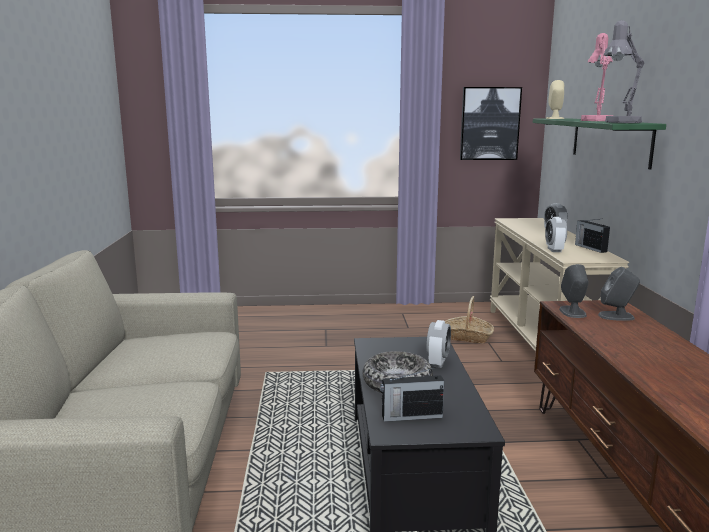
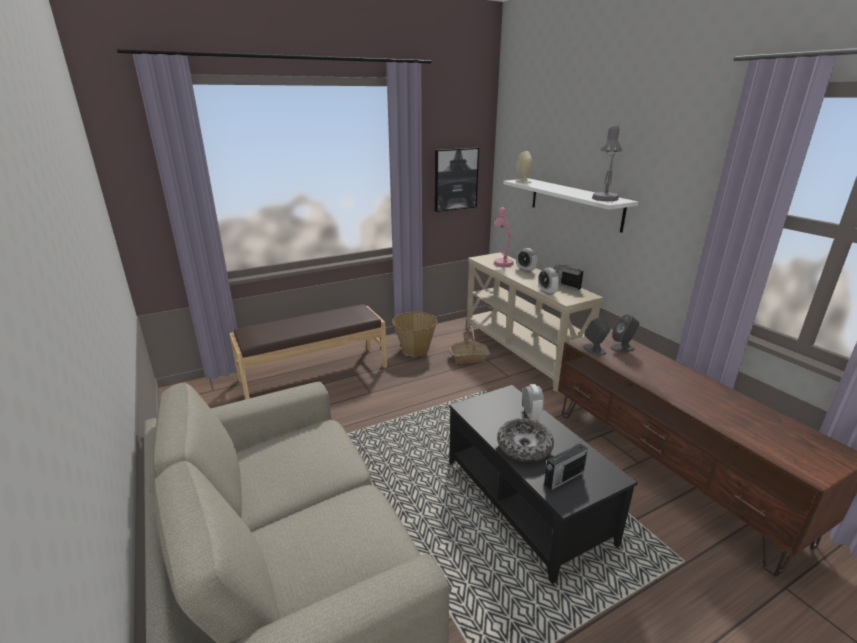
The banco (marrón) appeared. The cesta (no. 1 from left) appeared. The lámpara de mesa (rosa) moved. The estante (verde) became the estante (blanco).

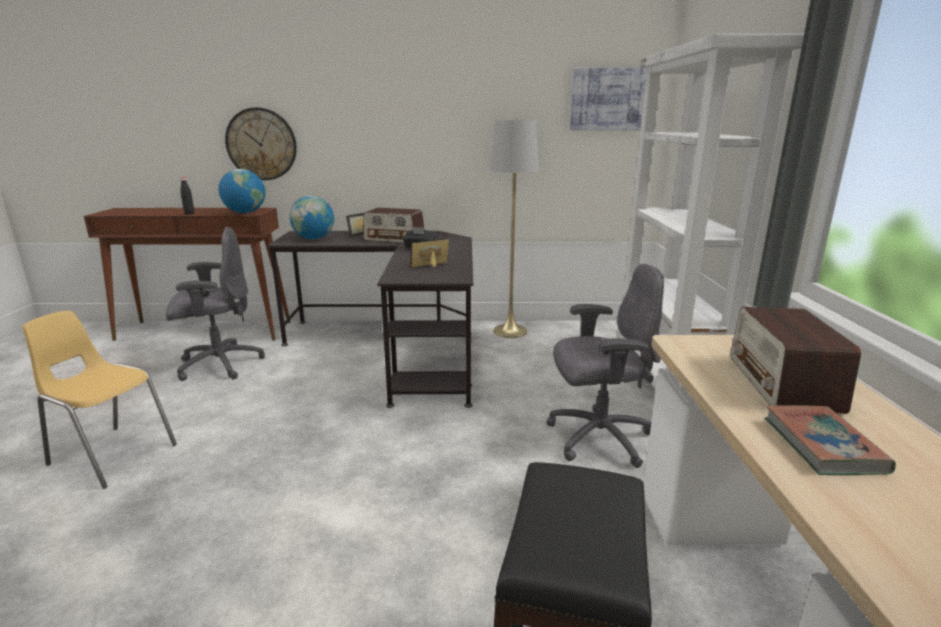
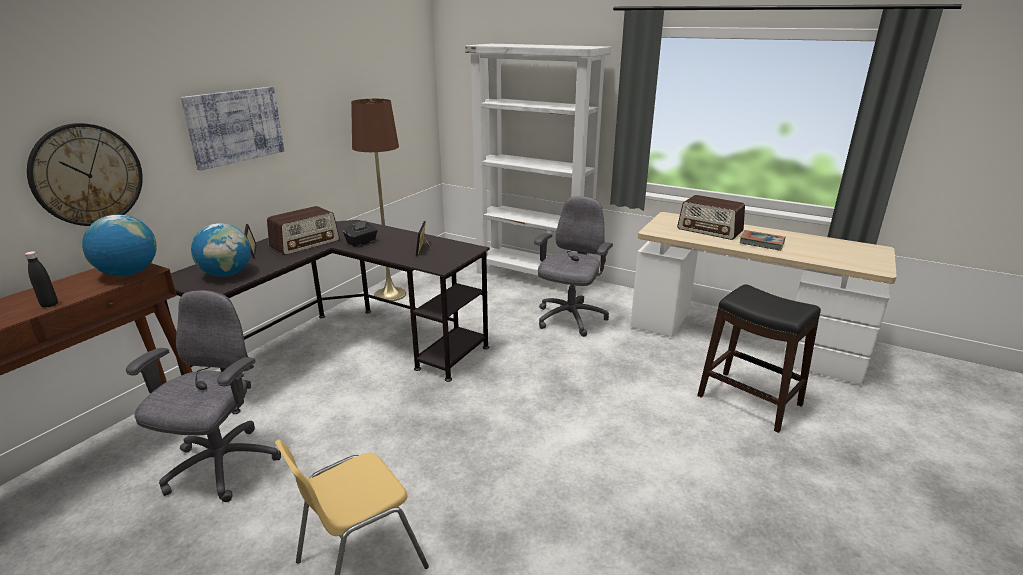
The cuadro moved. The lámpara de pie (gris) became the lámpara de pie (marrón).

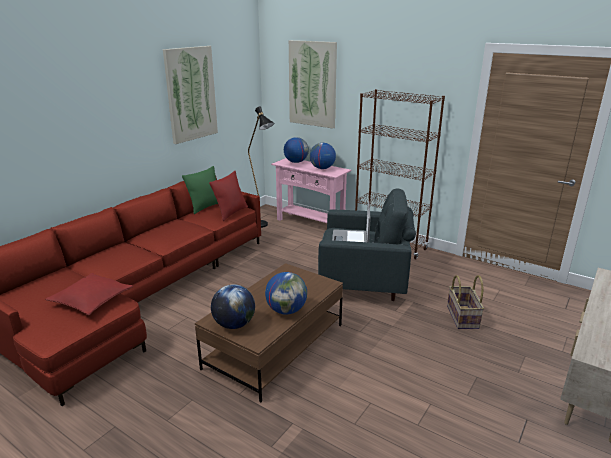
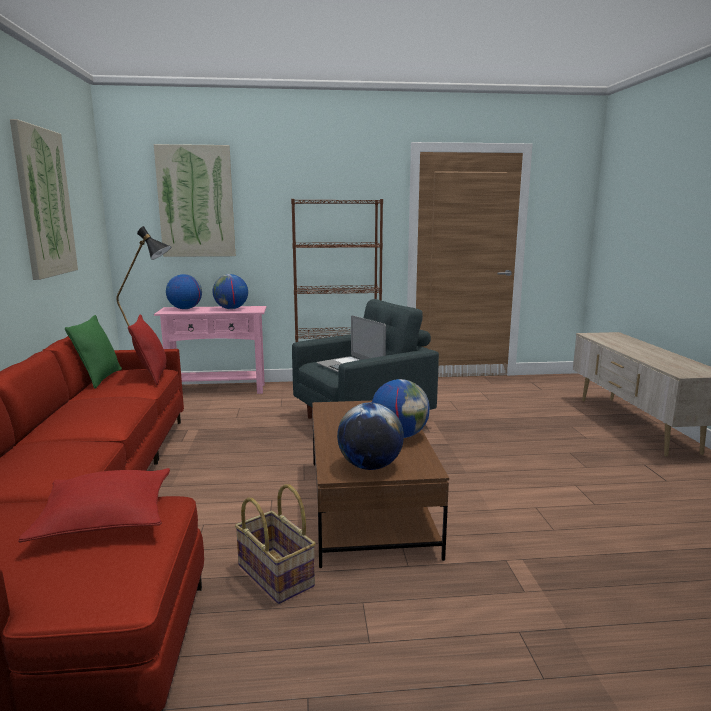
The cesta moved.

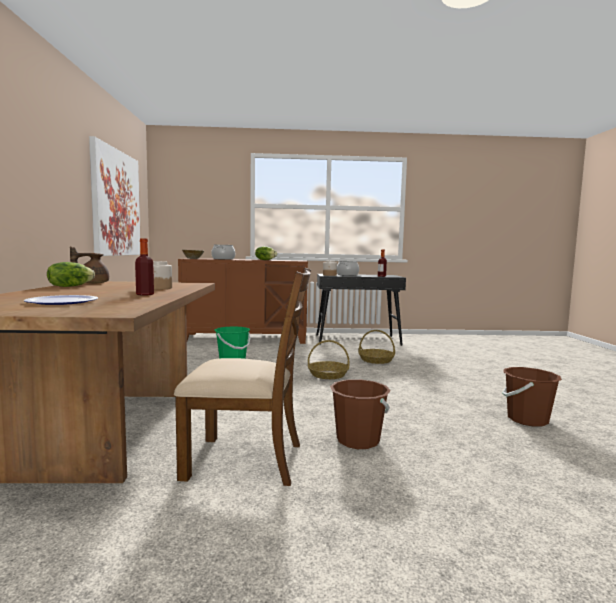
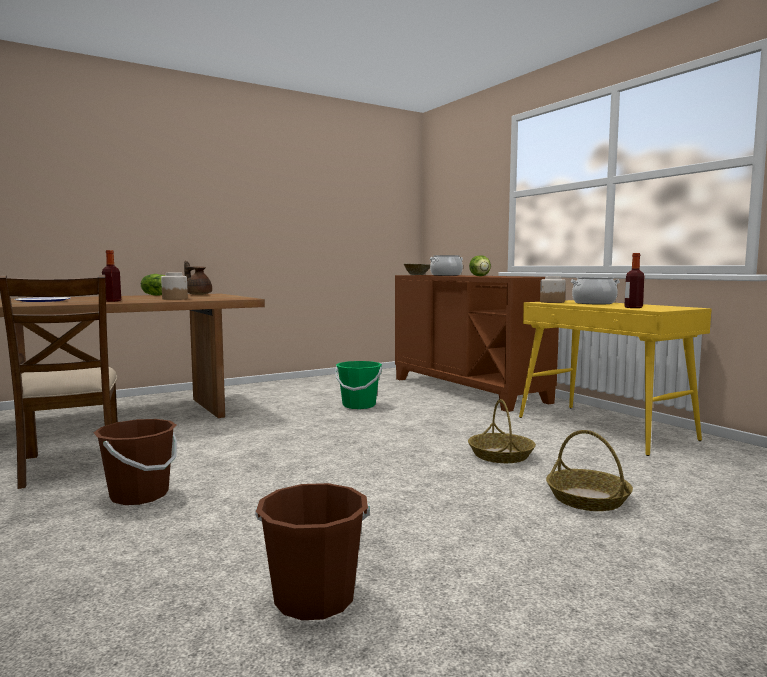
The cuadro disappeared. The cesta (no. 1 from left in the first image) moved. The mesa consola (negro) became the mesa consola (amarillo).

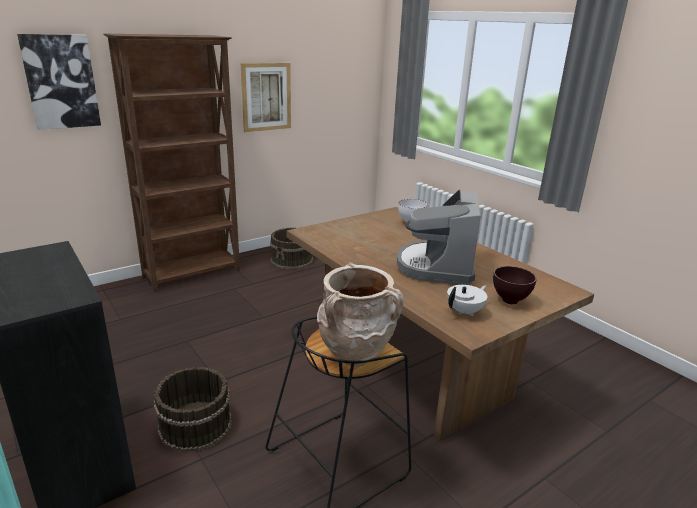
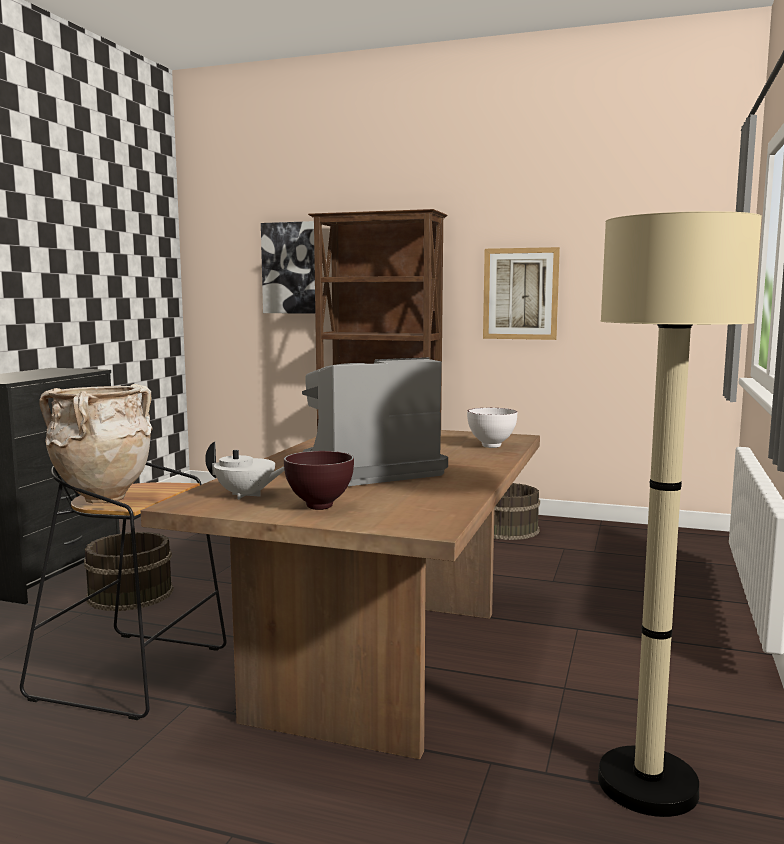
The lámpara de pie (beis) appeared.

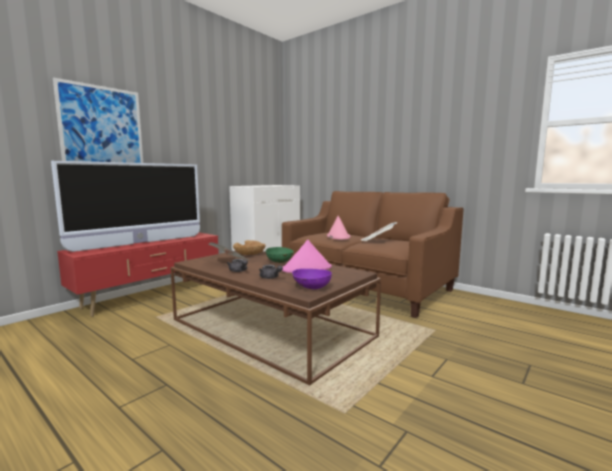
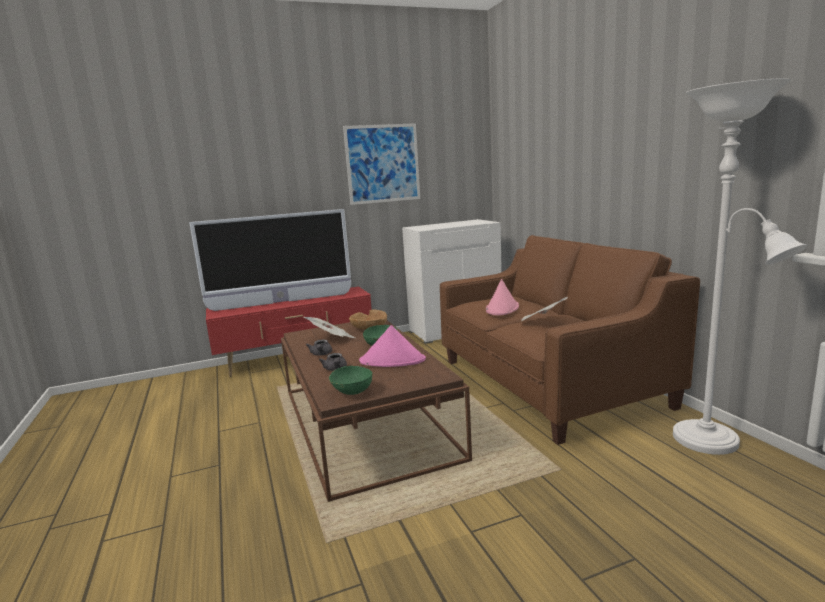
The lámpara de pie (blanco) appeared. The cuadro moved. The cuenco (morado) became the cuenco (verde) (no. 1 from left).

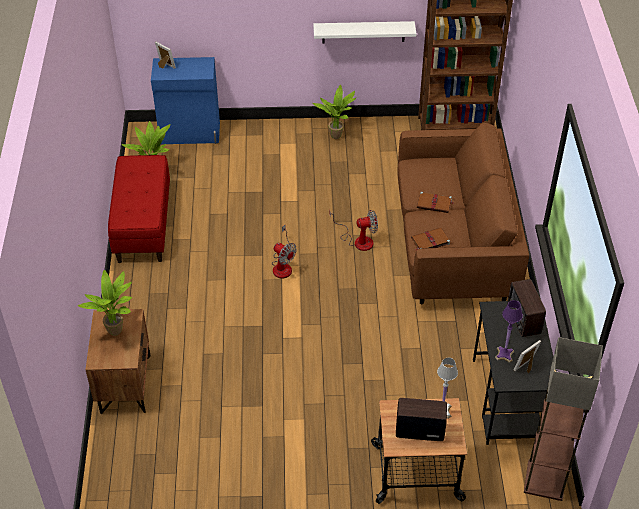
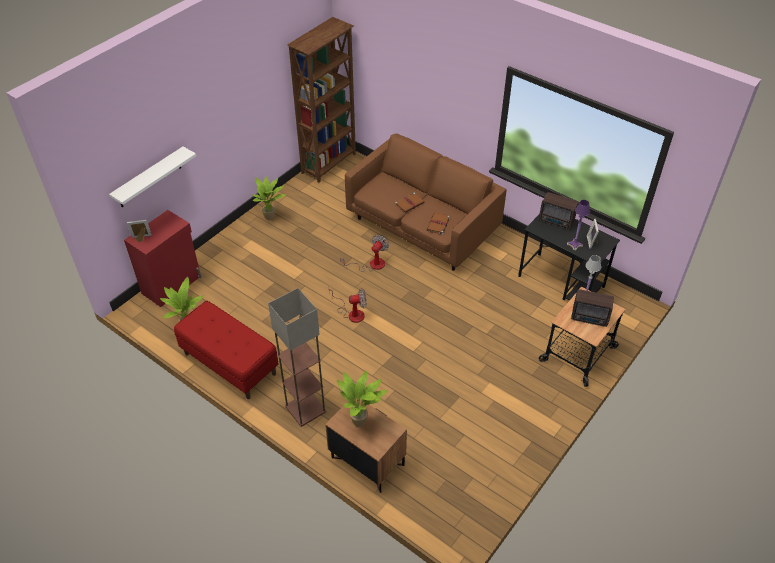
The estante (blanco) moved. The lámpara de pie moved. The armario (azul) became the armario (rojo). The radio (no. 1 from left in the first image) turned 120 degrees counterclockwise.

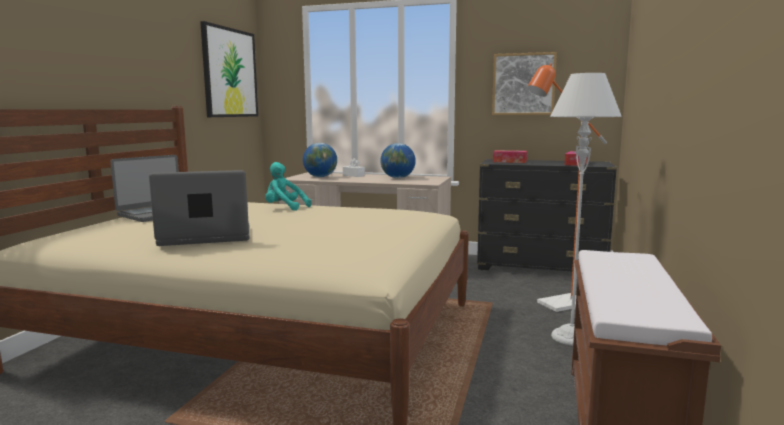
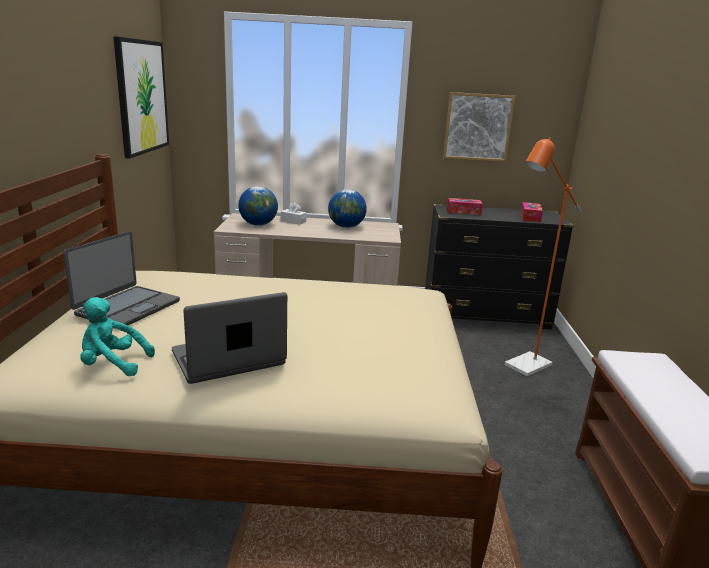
The lámpara de pie (gris) disappeared. The peluche (turquesa) moved.

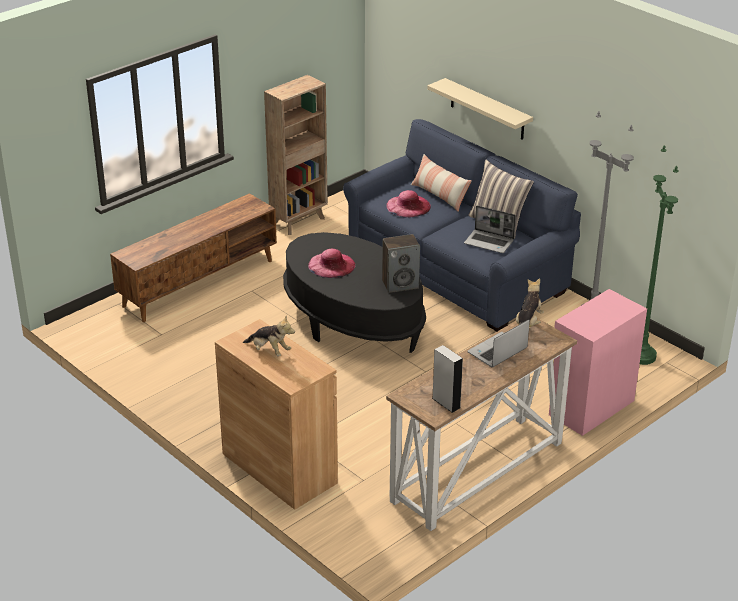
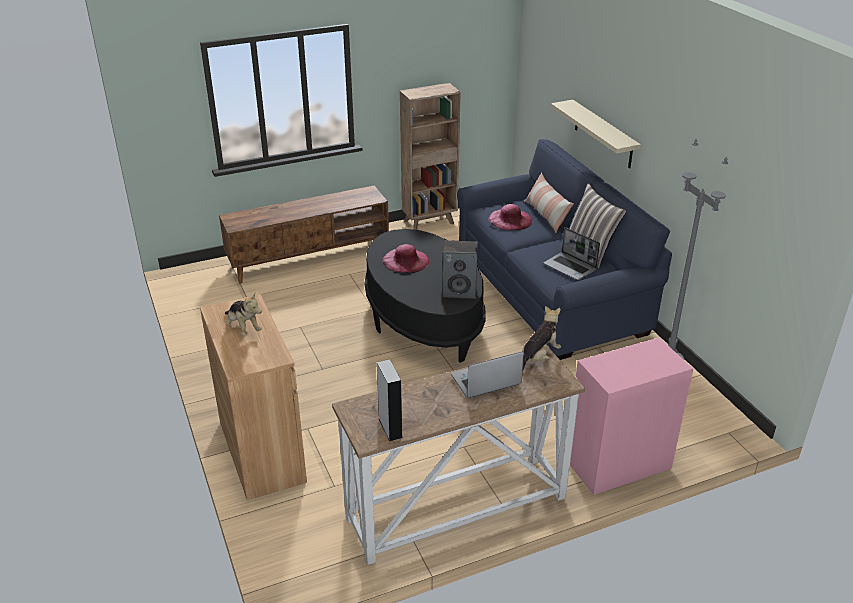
The lámpara de pie (verde) disappeared.

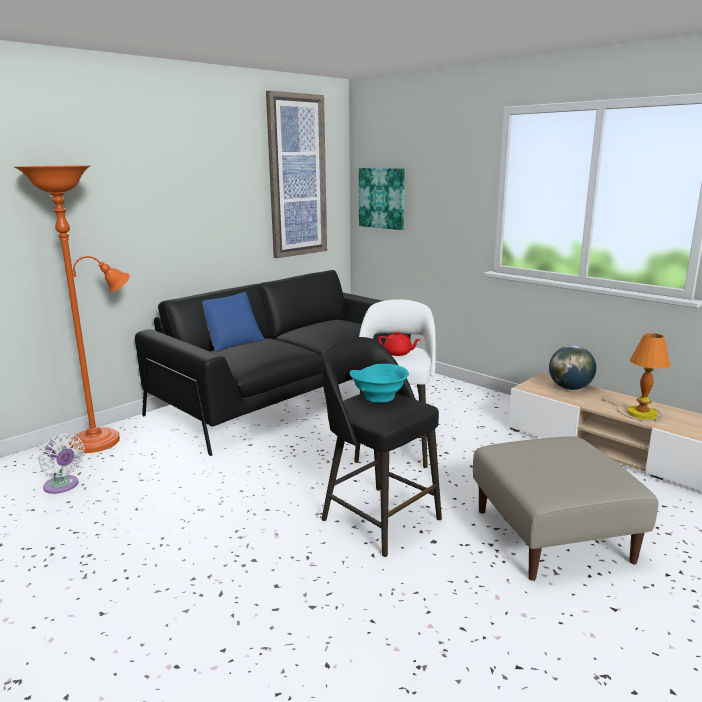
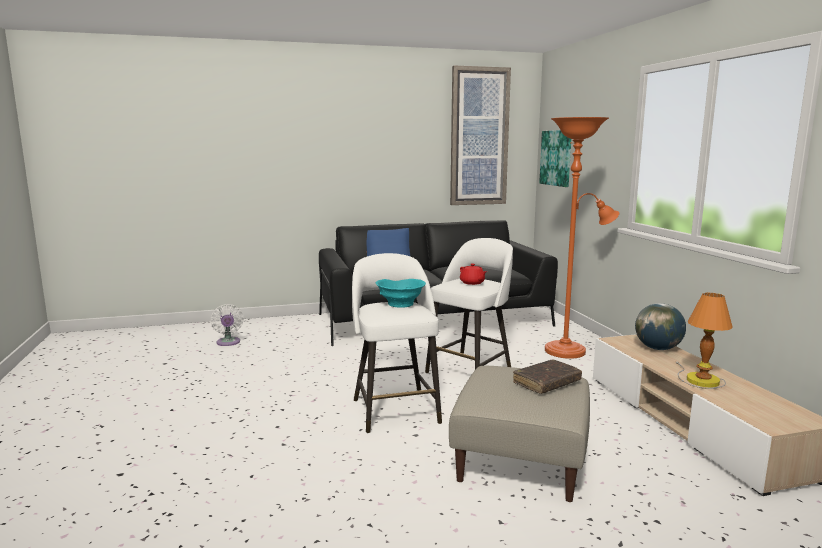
The libro (marrón) appeared. The lámpara de pie (naranja) moved. The taburete (negro) became the taburete (blanco) (no. 1 from left).

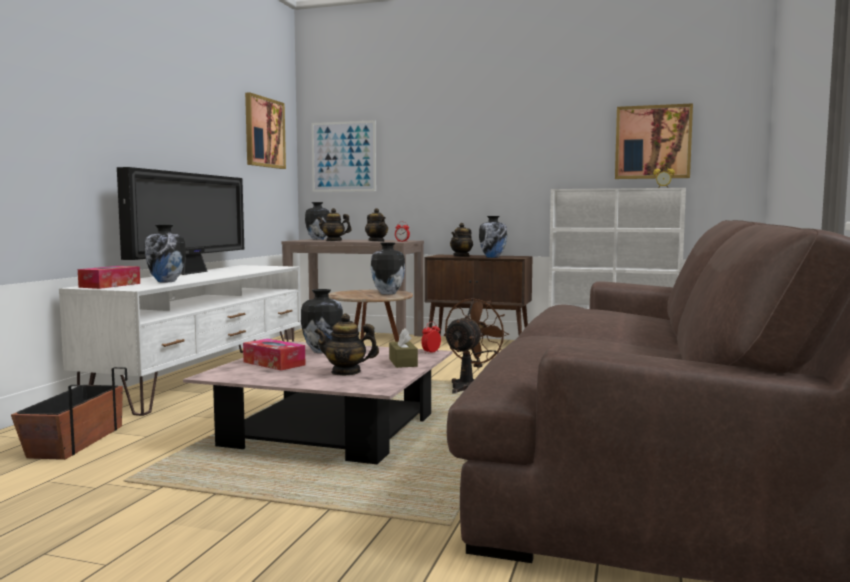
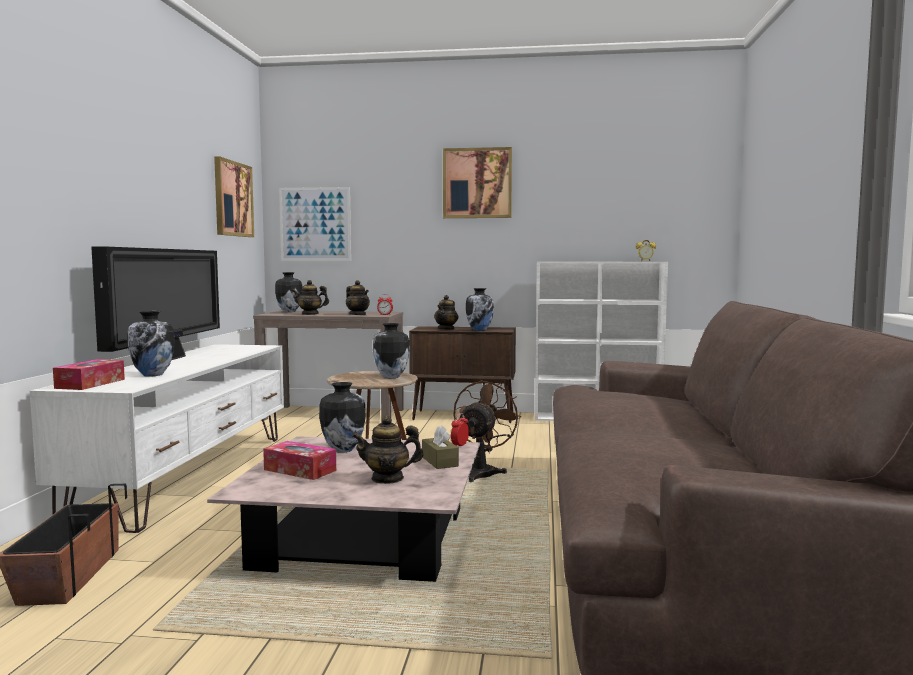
The cuadro (no. 3 from left) moved.

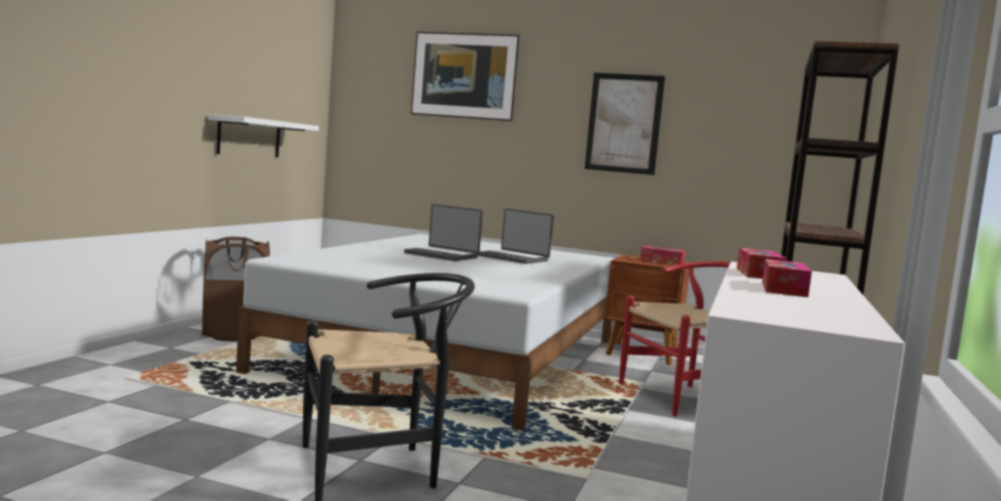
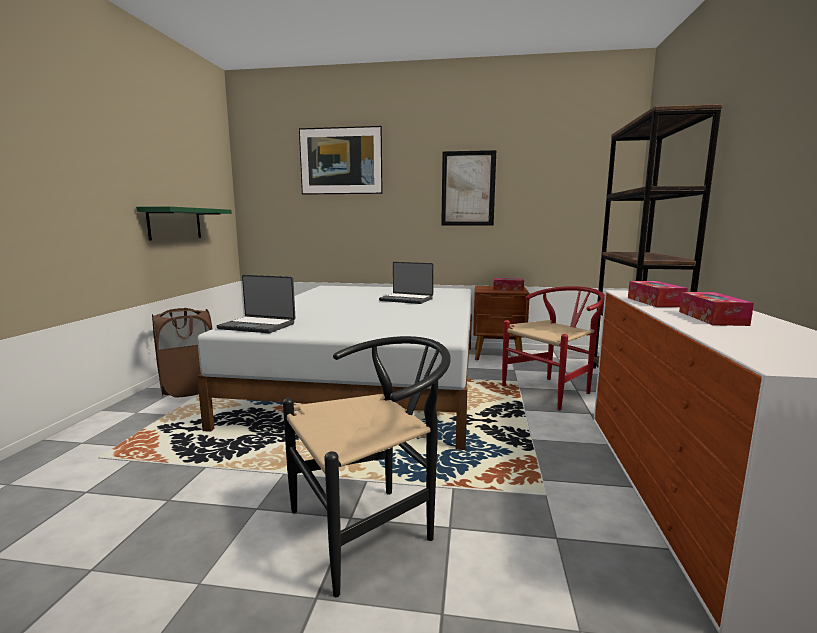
The portátil (no. 1 from left) moved. The estante (blanco) became the estante (verde).

